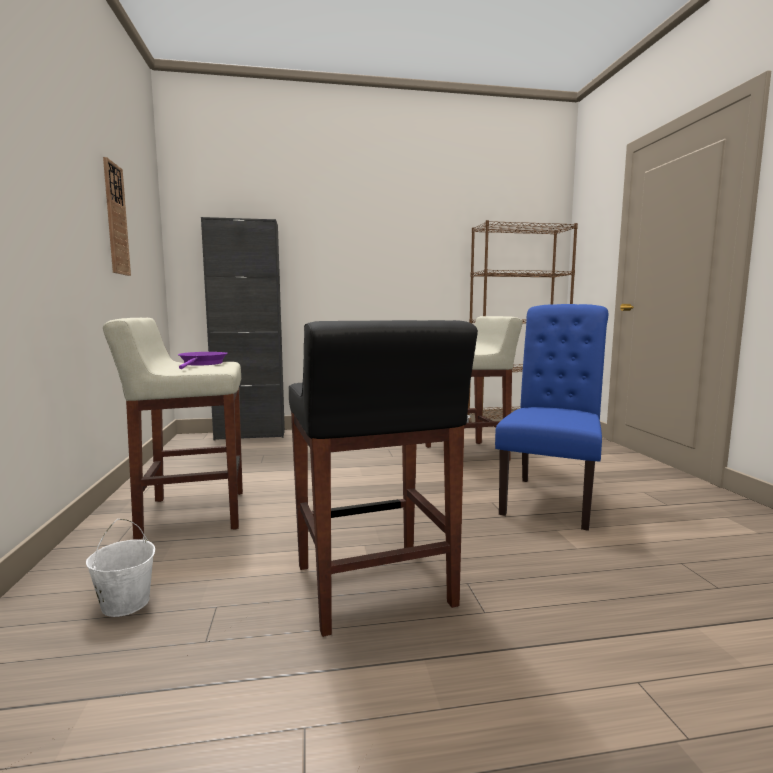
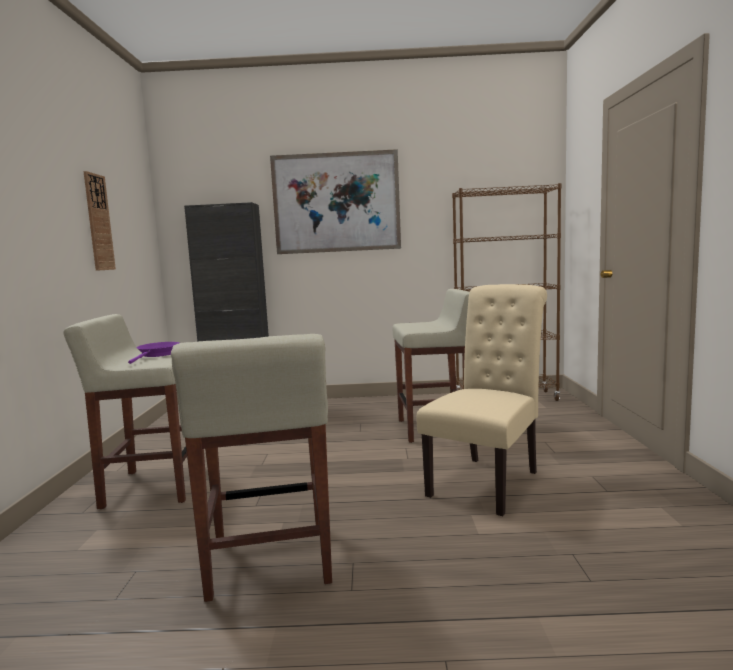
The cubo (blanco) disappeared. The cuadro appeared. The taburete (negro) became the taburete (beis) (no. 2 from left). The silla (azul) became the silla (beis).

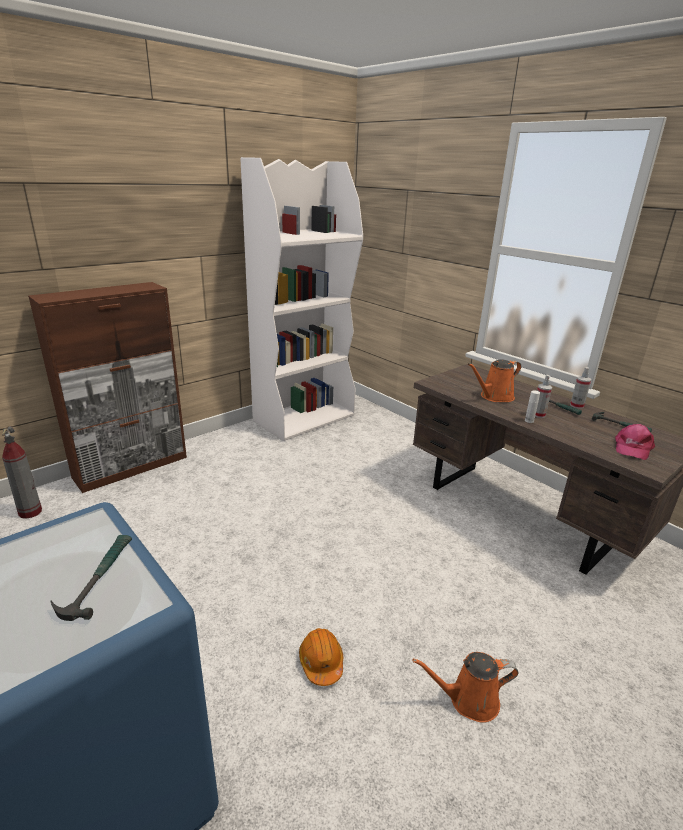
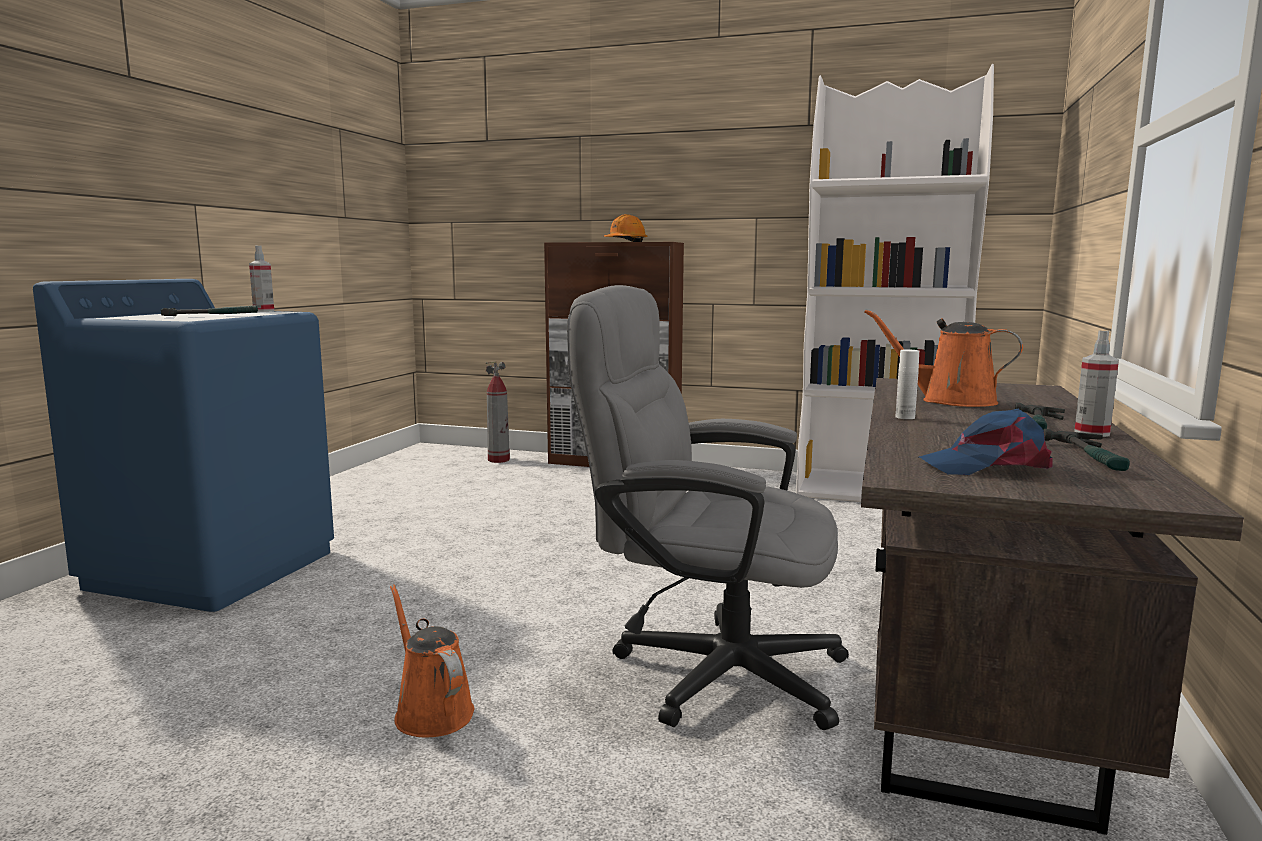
The silla de oficina (gris) appeared. The casco (naranja) moved. The pulverizador (no. 1 from left) moved. The gorra (rosa) became the gorra (azul).

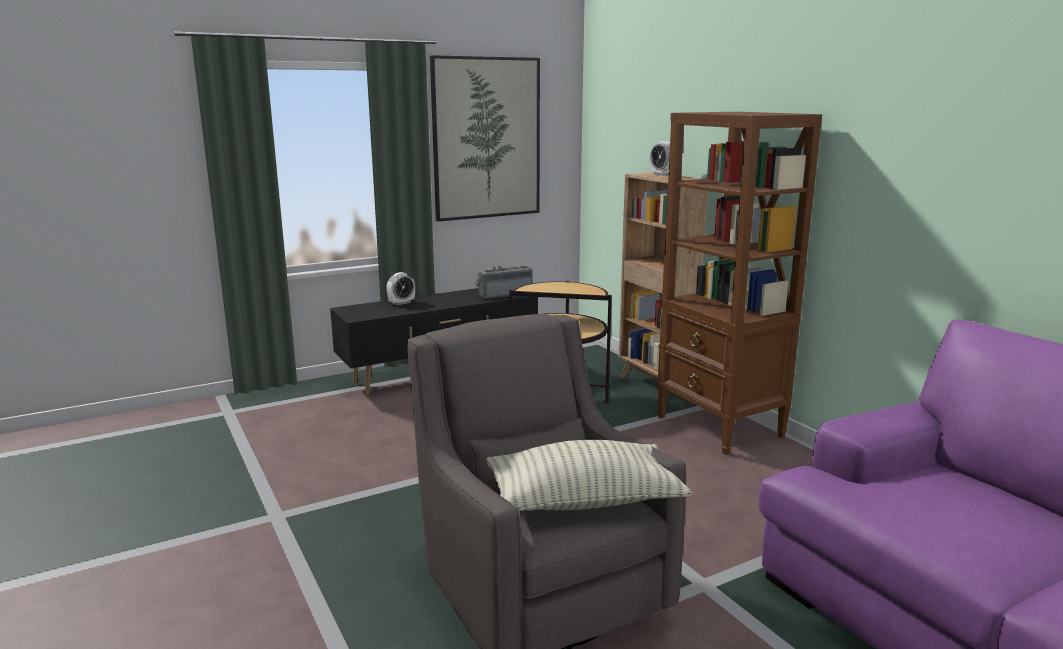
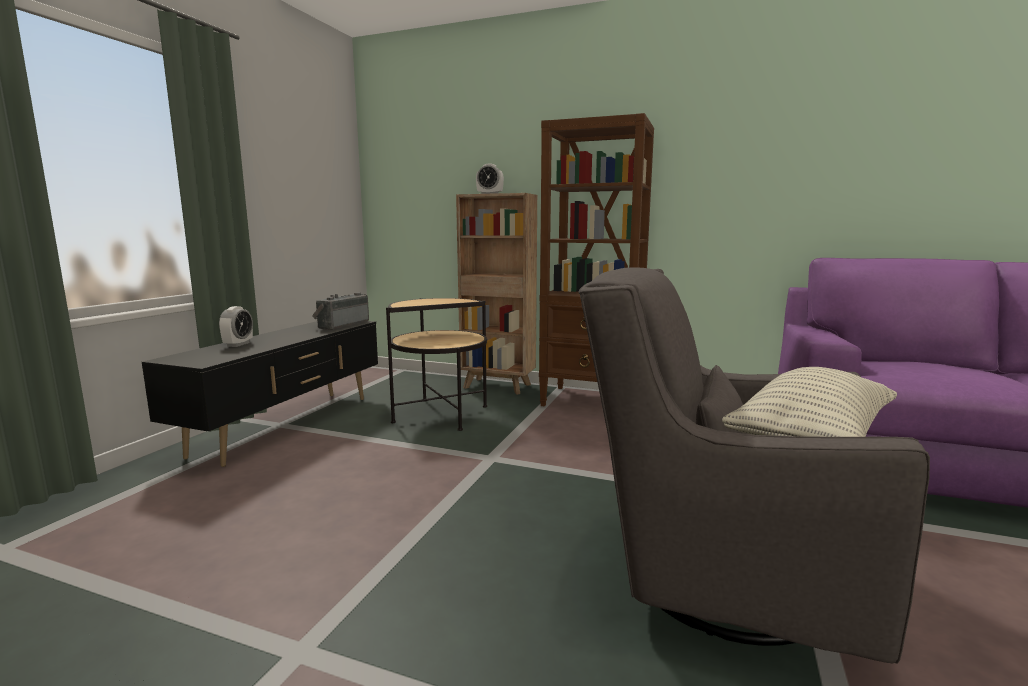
The cuadro disappeared.

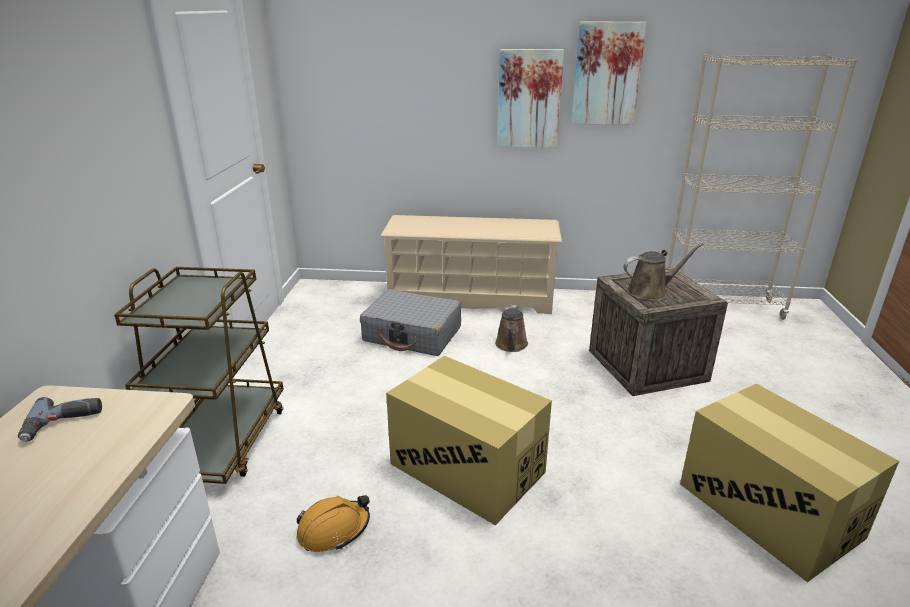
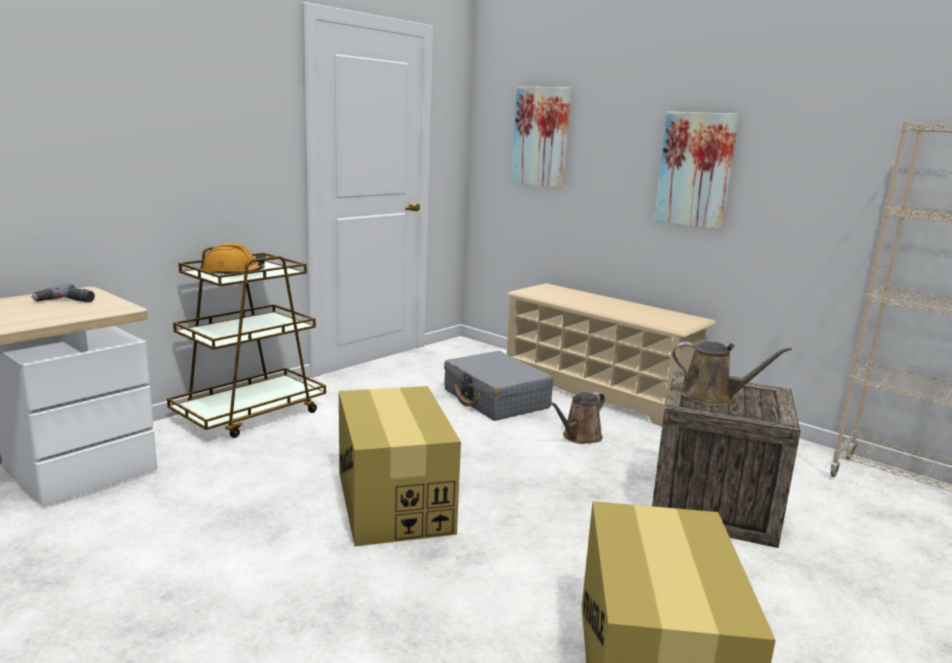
The casco (naranja) moved. The cuadro (no. 2 from left in the first image) moved.

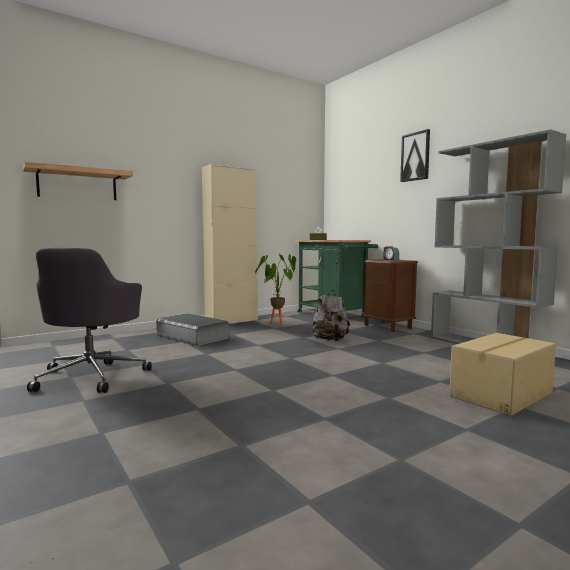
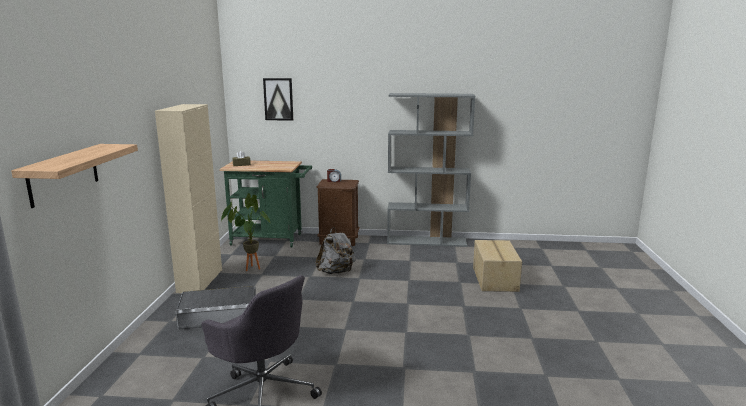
The cuadro moved.

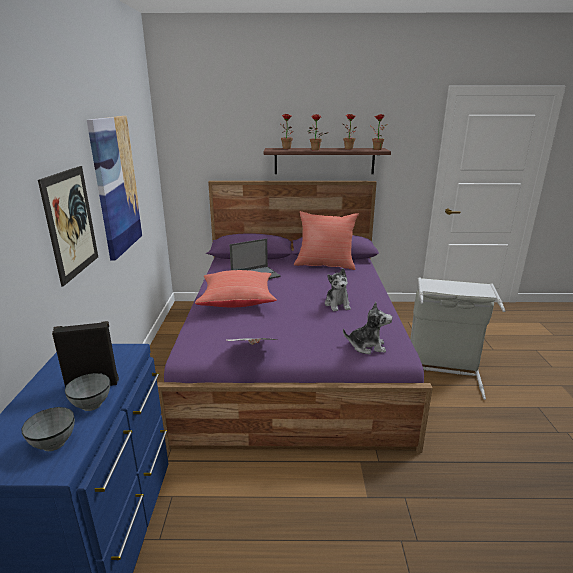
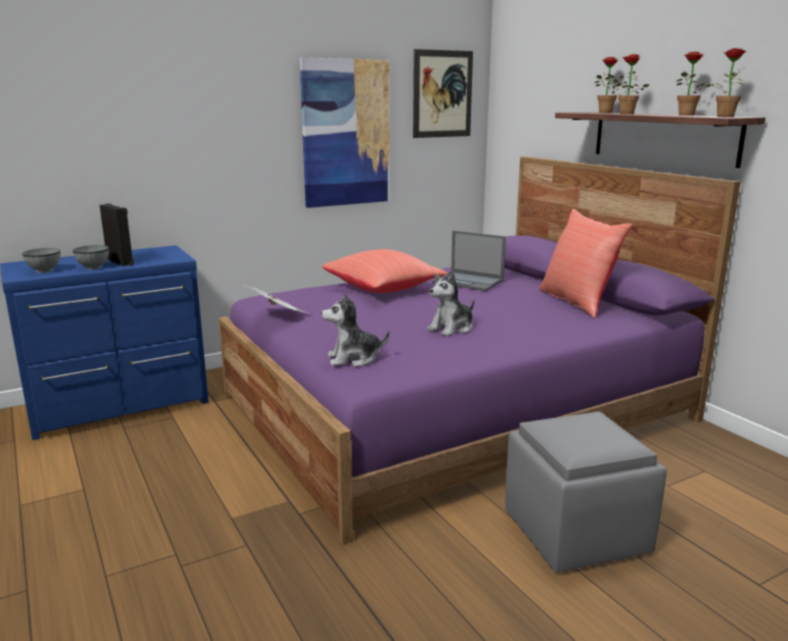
The cuadro (no. 1 from left in the first image) moved. The cesto de la ropa (gris) was replaced by the puf (gris). The peluche (no. 2 from left in the first image) turned 105 degrees clockwise.

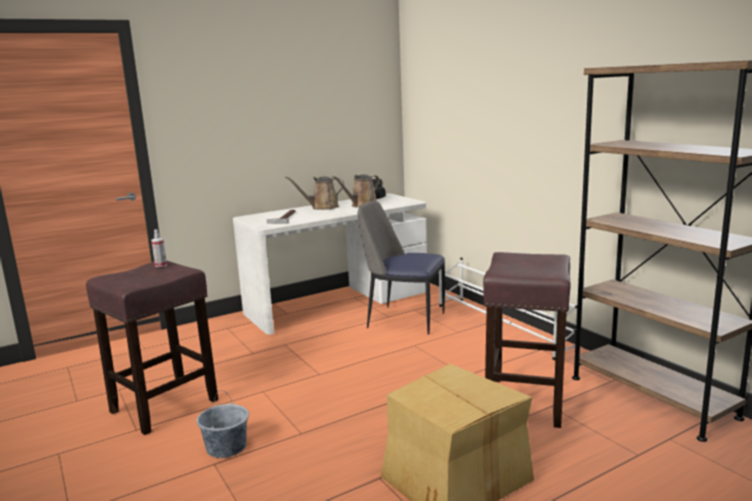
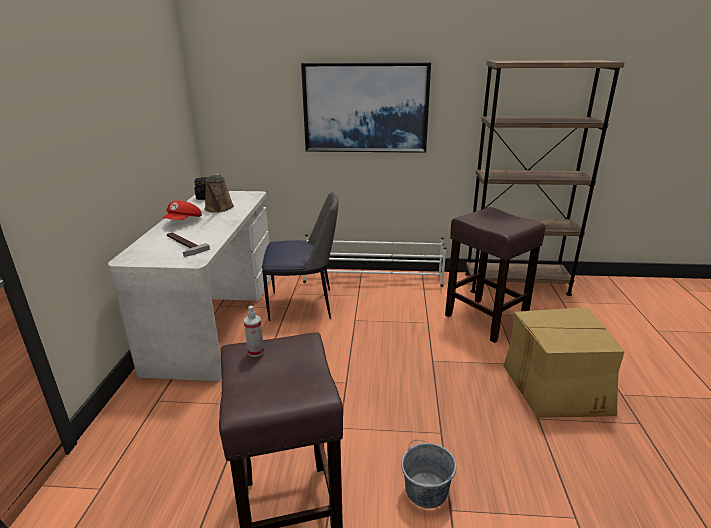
The cuadro appeared. The regadera (marrón) (no. 1 from left) was replaced by the gorra (rojo). The silla turned 150 degrees counterclockwise.

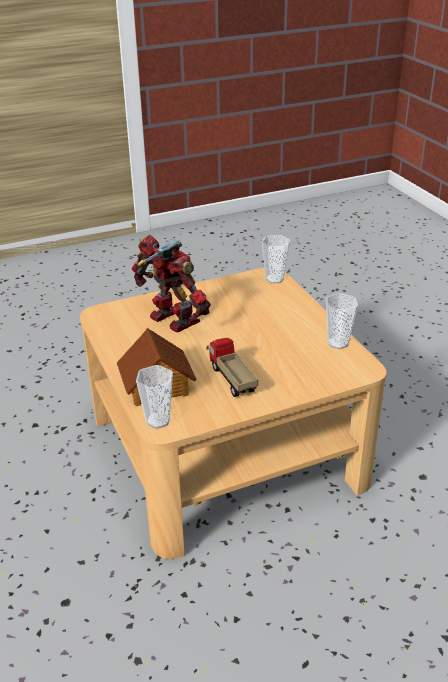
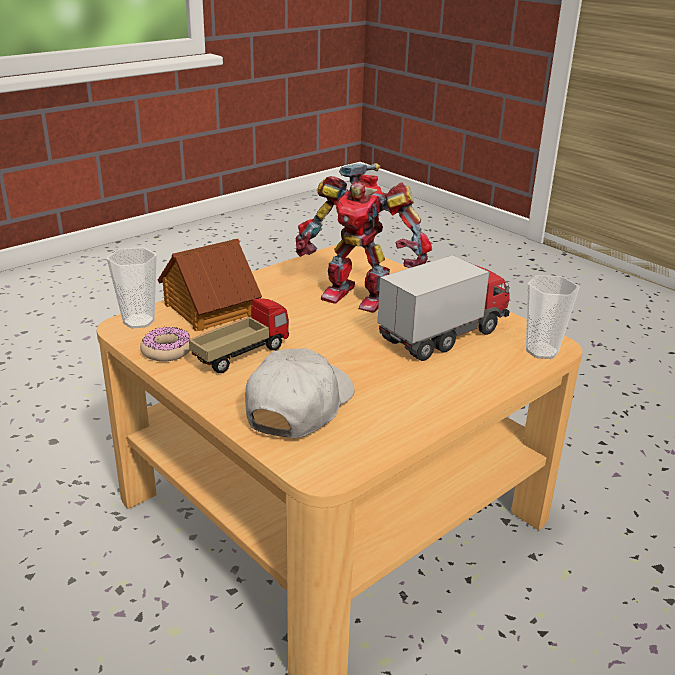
The taza (no. 3 from left) disappeared. The rosquilla appeared. The gorra (blanco) appeared. The camión de juguete (no. 2 from left) appeared. The robot de juguete turned 90 degrees clockwise.

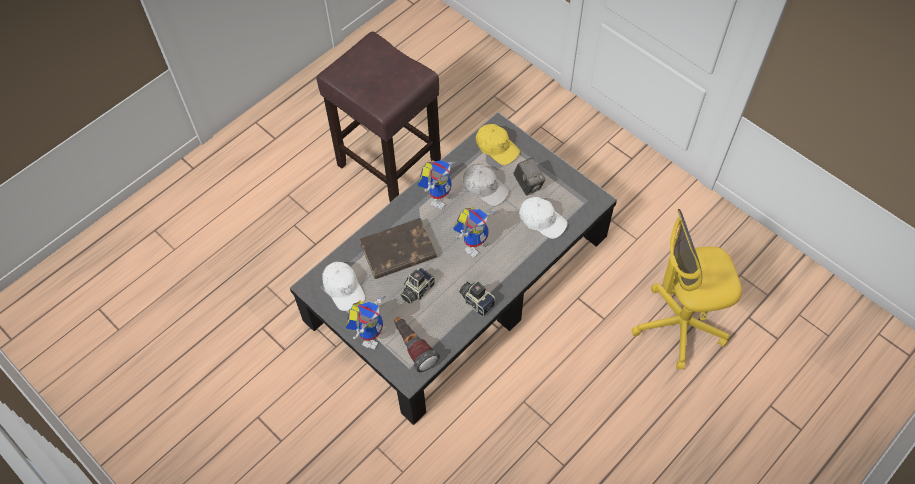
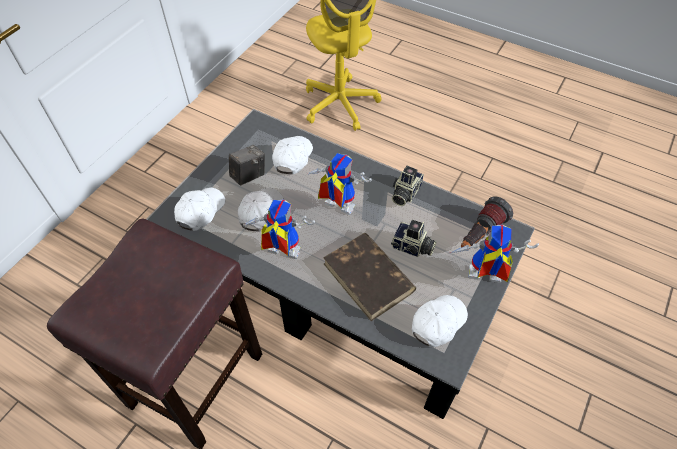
The gorra (amarillo) became the gorra (blanco) (no. 1 from left).

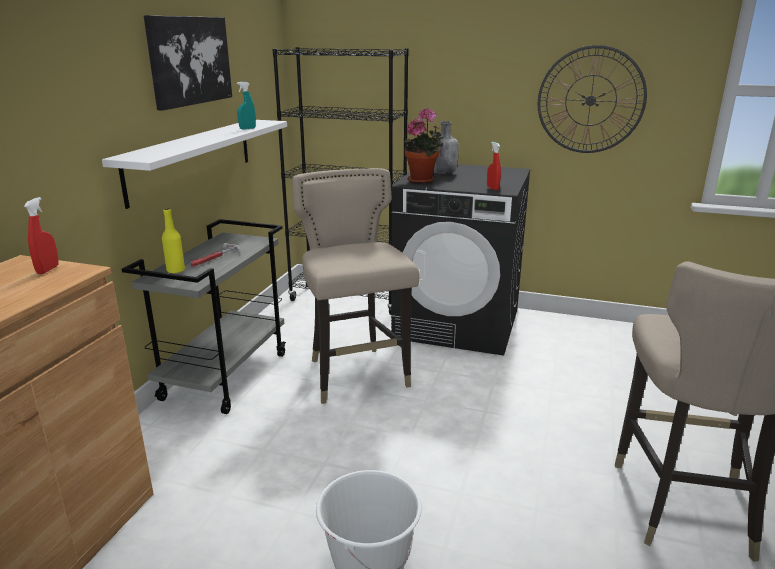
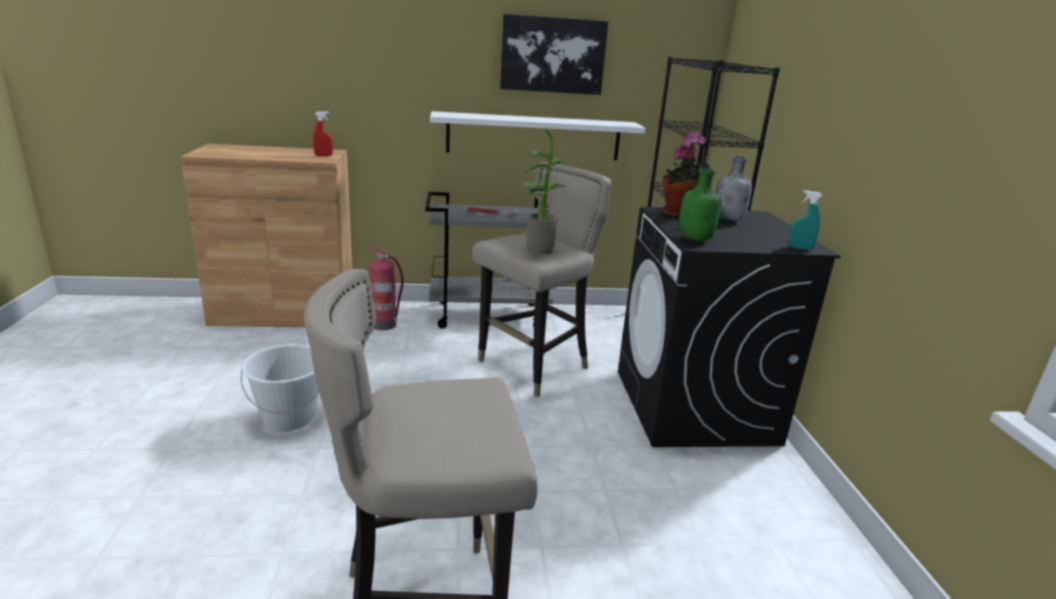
The botella (amarillo) disappeared. The reloj de pared disappeared. The extintor appeared. The planta en maceta (no. 1 from left) appeared. The pulverizador (turquesa) moved. The pulverizador (rojo) (no. 2 from left) was replaced by the botella (verde).

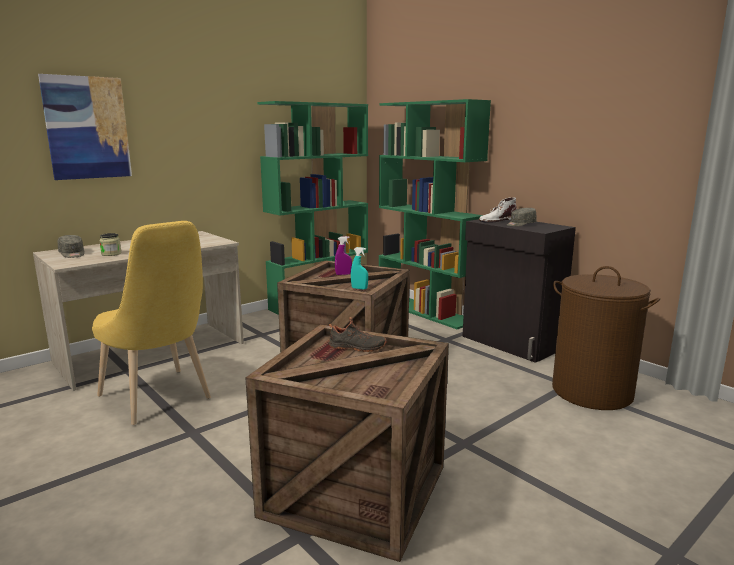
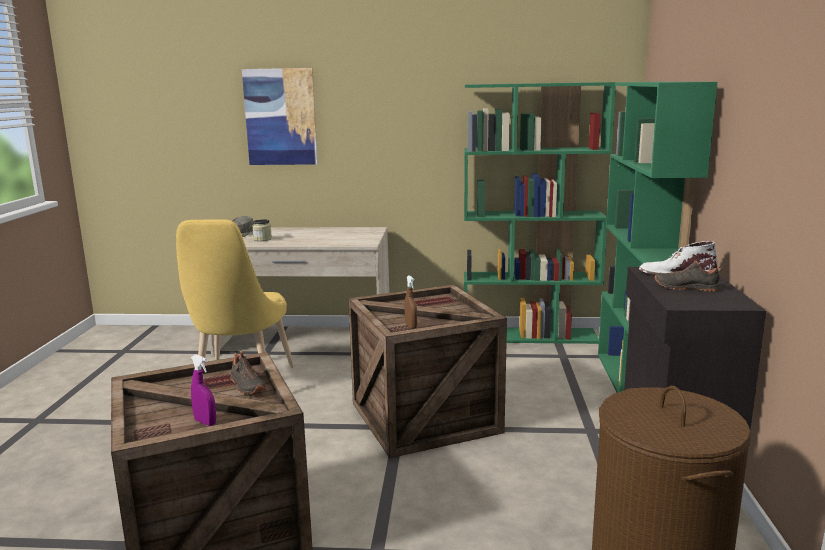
The pulverizador (morado) moved. The gorra (gris) (no. 2 from left) was replaced by the zapato (negro) (no. 2 from left). The pulverizador (turquesa) became the pulverizador (marrón).

